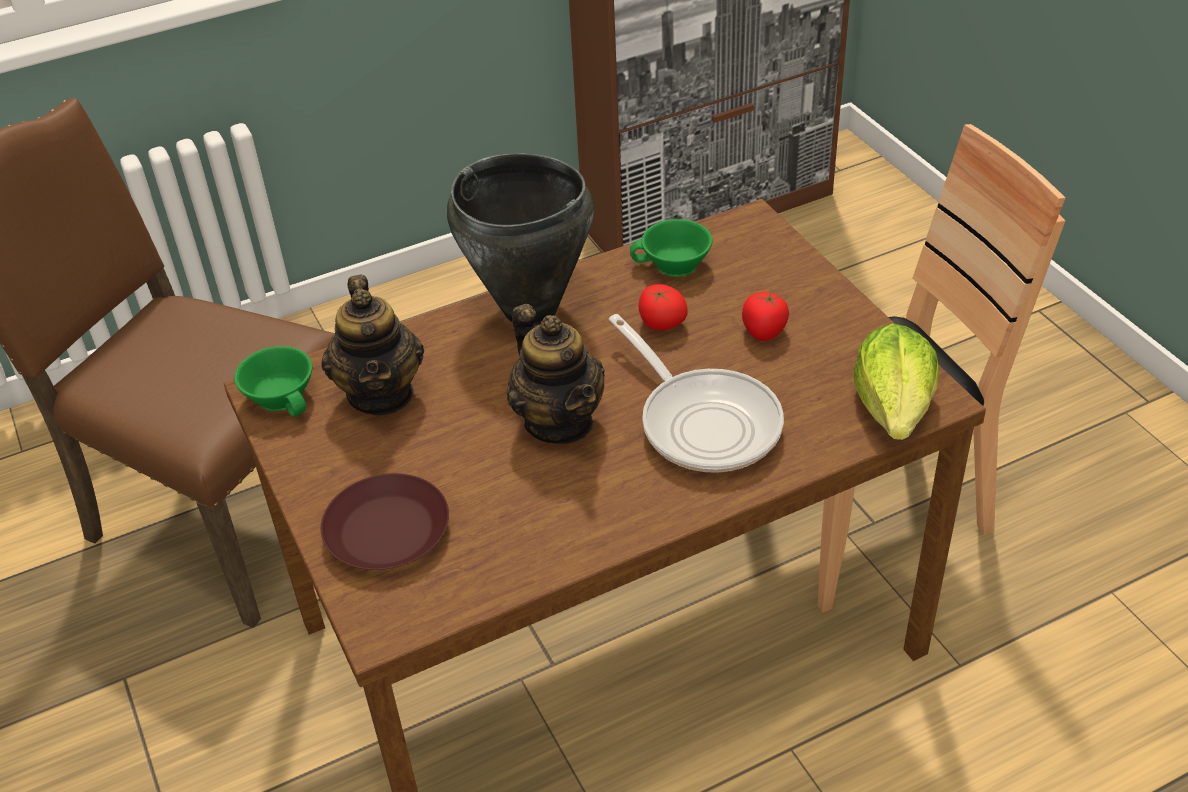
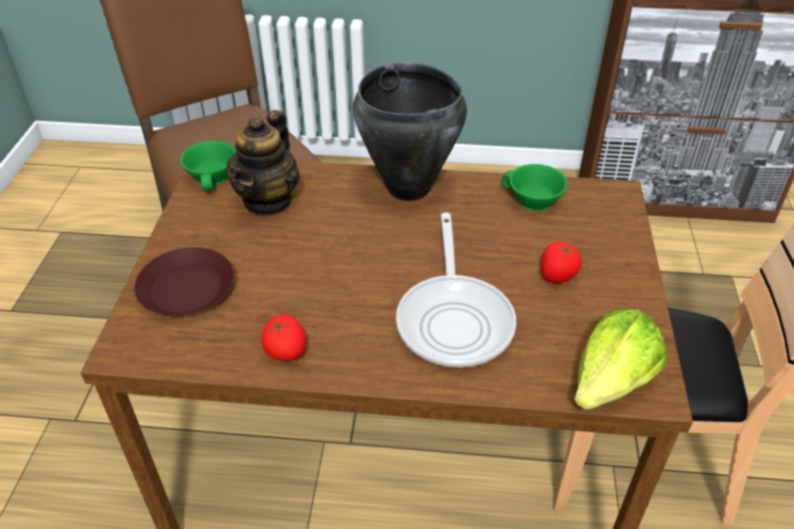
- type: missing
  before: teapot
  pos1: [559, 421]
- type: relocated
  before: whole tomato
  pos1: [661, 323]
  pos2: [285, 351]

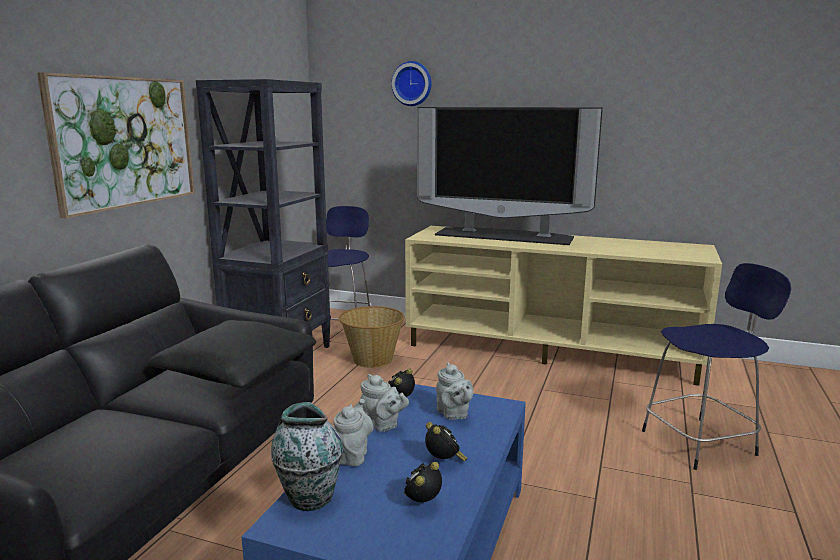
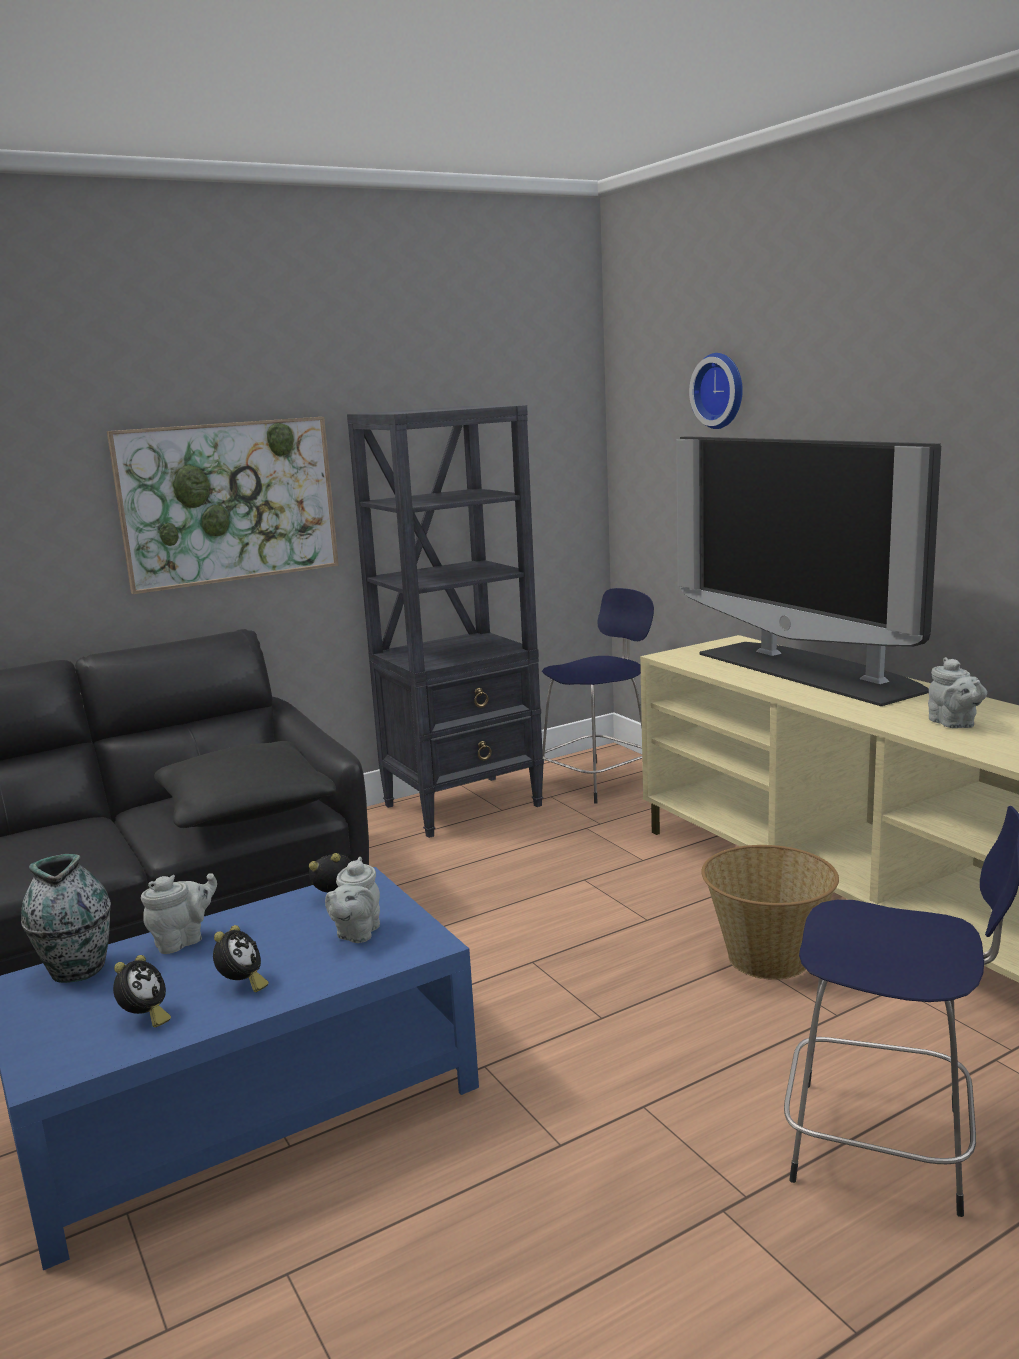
- type: relocated
  before: storage basket
  pos1: [372, 359]
  pos2: [768, 957]
- type: relocated
  before: teapot in grey
  pos1: [382, 425]
  pos2: [954, 724]
- type: spun
  before: bedside clock
  pos1: [422, 503]
  pos2: [145, 1018]
  turn: 120

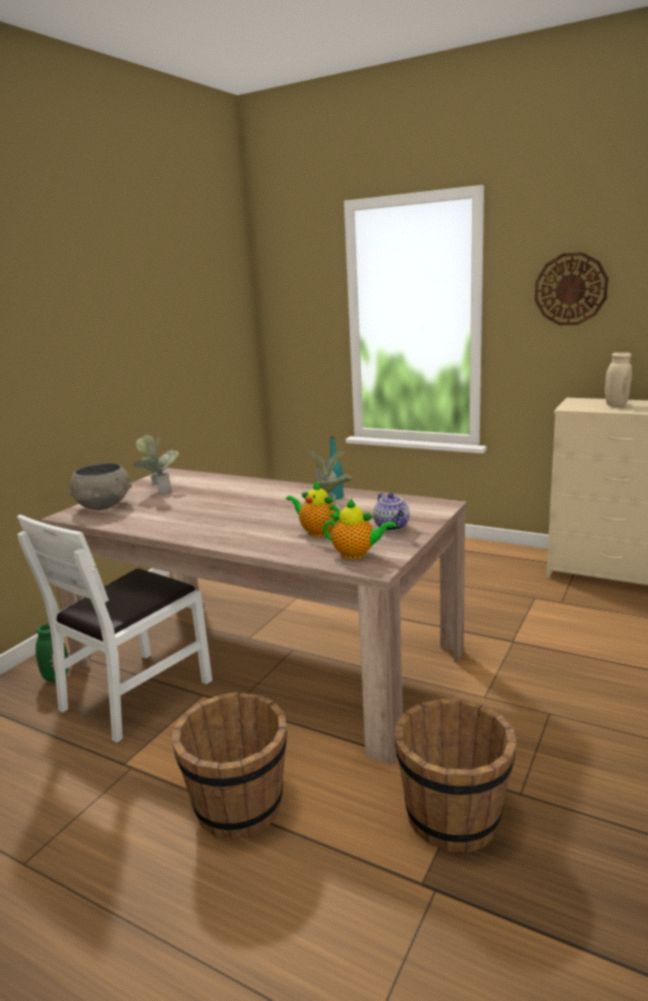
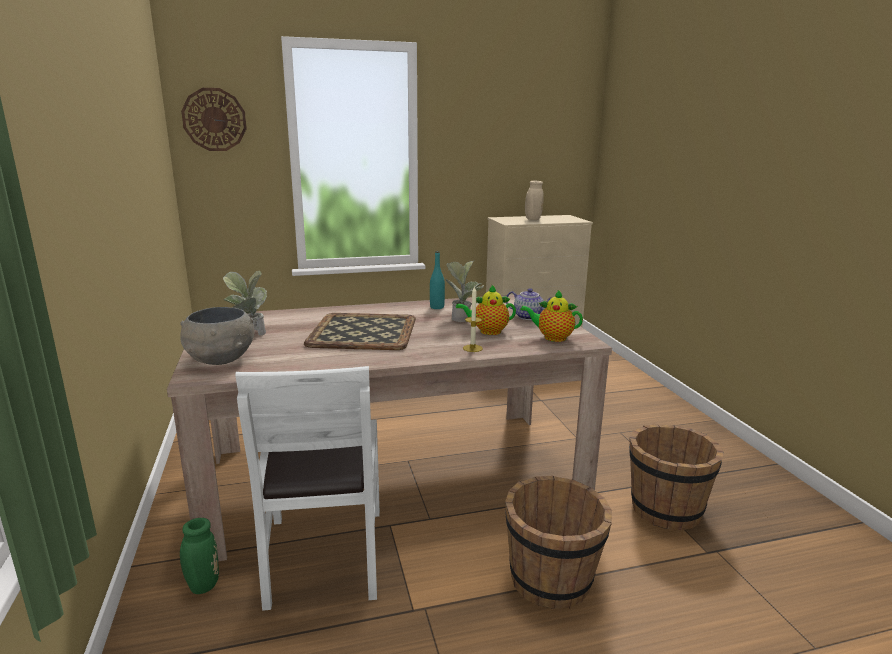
- type: spun
  before: teapot
  pos1: [356, 554]
  pos2: [552, 337]
  turn: -135
- type: relocated
  before: clock on the wall
  pos1: [570, 289]
  pos2: [214, 119]
- type: appeared
  after: carrying tray
  pos2: [362, 331]
- type: appeared
  after: candle
  pos2: [472, 348]

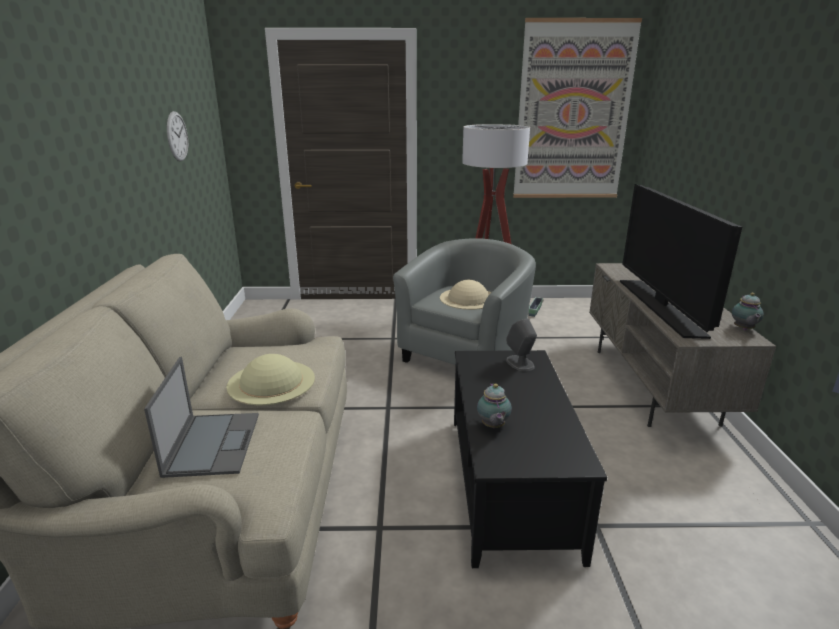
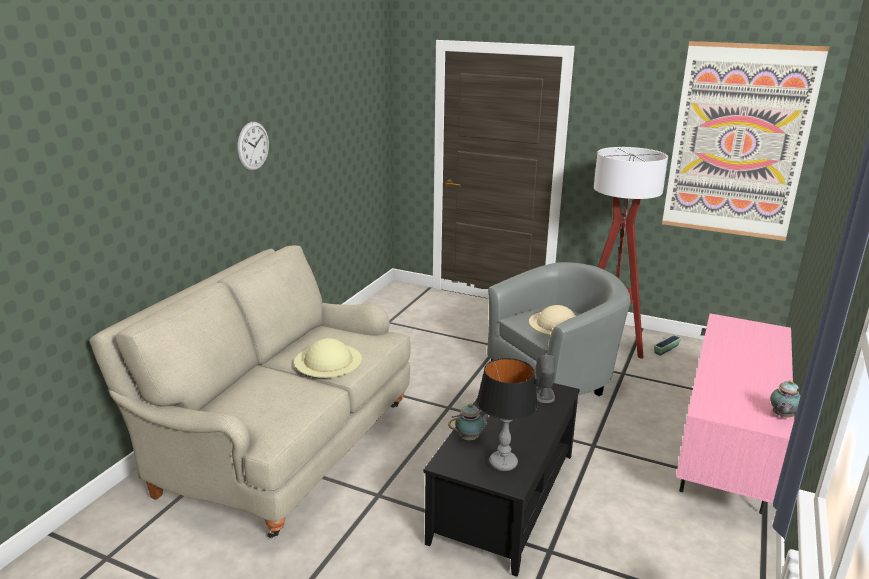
- type: missing
  before: notebook computer
  pos1: [213, 443]
- type: relocated
  before: clock on the wall
  pos1: [177, 136]
  pos2: [253, 146]
- type: spun
  before: teapot
  pos1: [493, 426]
  pos2: [470, 438]
  turn: -135
- type: colour
  before: media console in grey
  after: media console in pink-coloured
  pos1: [654, 385]
  pos2: [726, 456]
- type: missing
  before: TV
  pos1: [661, 307]
- type: appeared
  after: table lamp
  pos2: [503, 463]

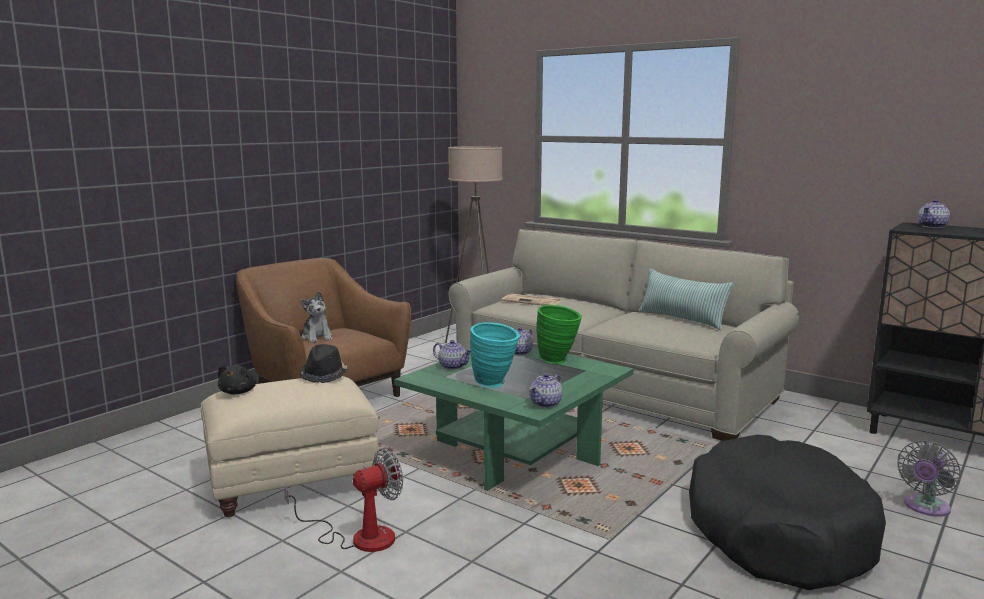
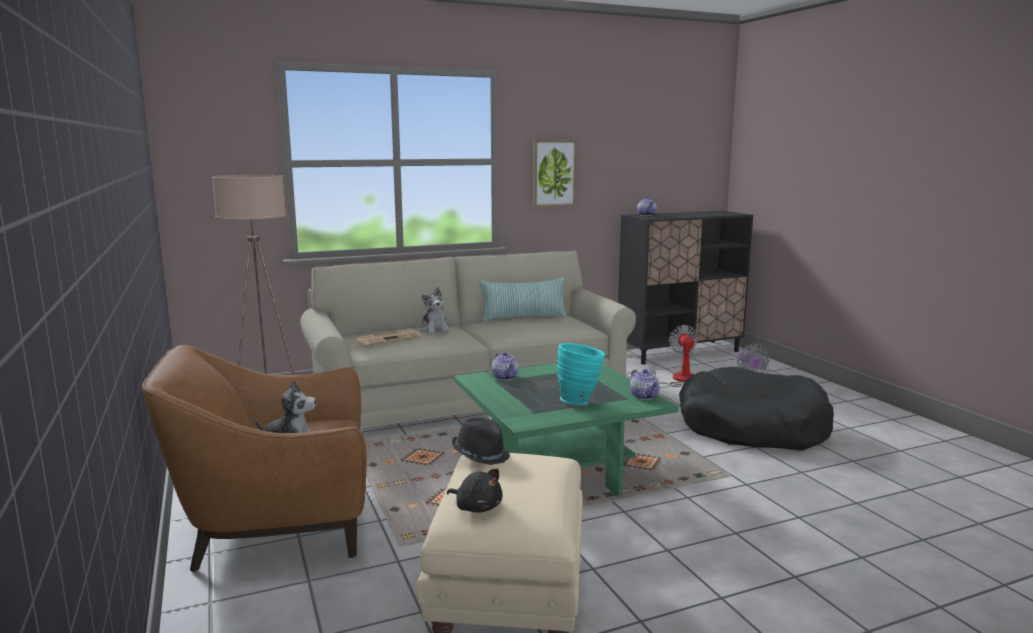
- type: relocated
  before: cooling fan
  pos1: [359, 537]
  pos2: [678, 380]
- type: missing
  before: teapot
  pos1: [452, 366]
- type: missing
  before: flower vase in green
  pos1: [558, 361]
- type: appeared
  after: soft toy
  pos2: [435, 330]
- type: appeared
  after: wall art
  pos2: [554, 173]

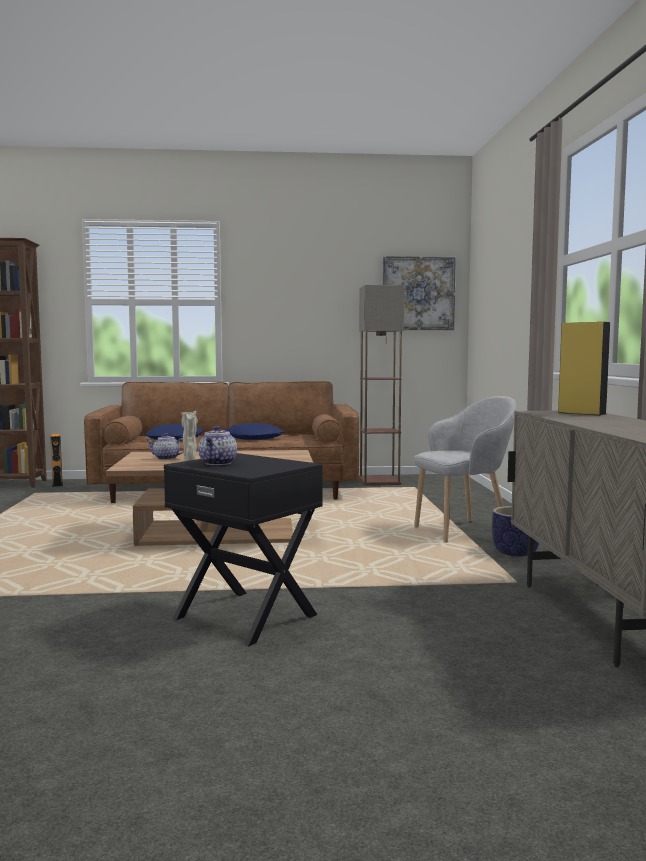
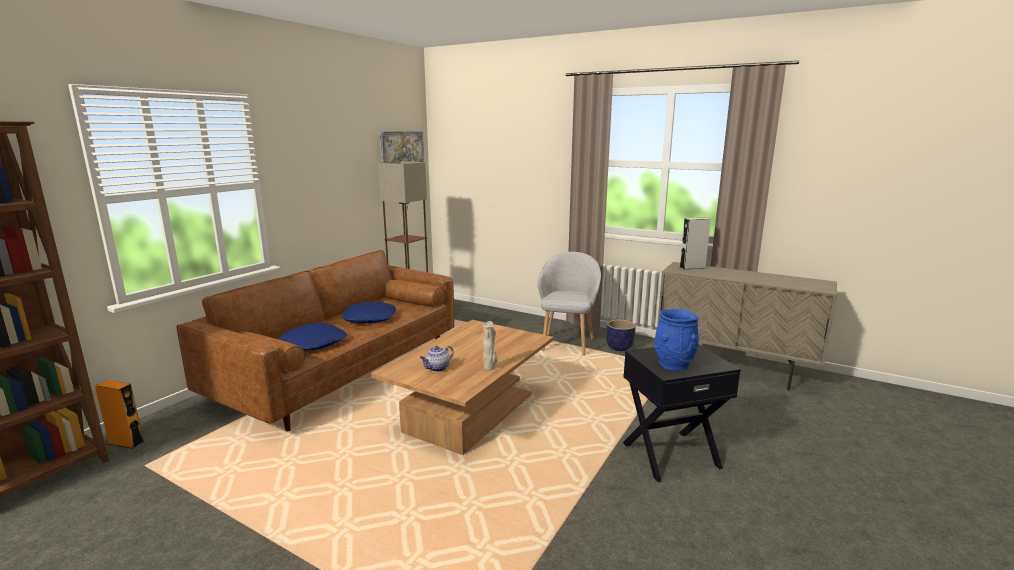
- type: exchanged
  before: teapot
  after: flower vase in bluish
  pos1: [218, 463]
  pos2: [674, 365]
- type: colour
  before: speaker in yellow-coloured
  after: speaker in grey
  pos1: [581, 413]
  pos2: [692, 267]

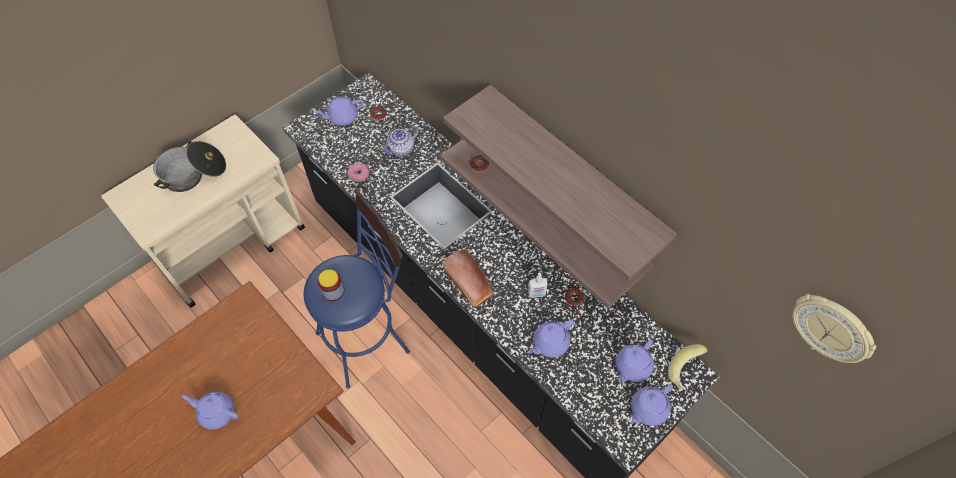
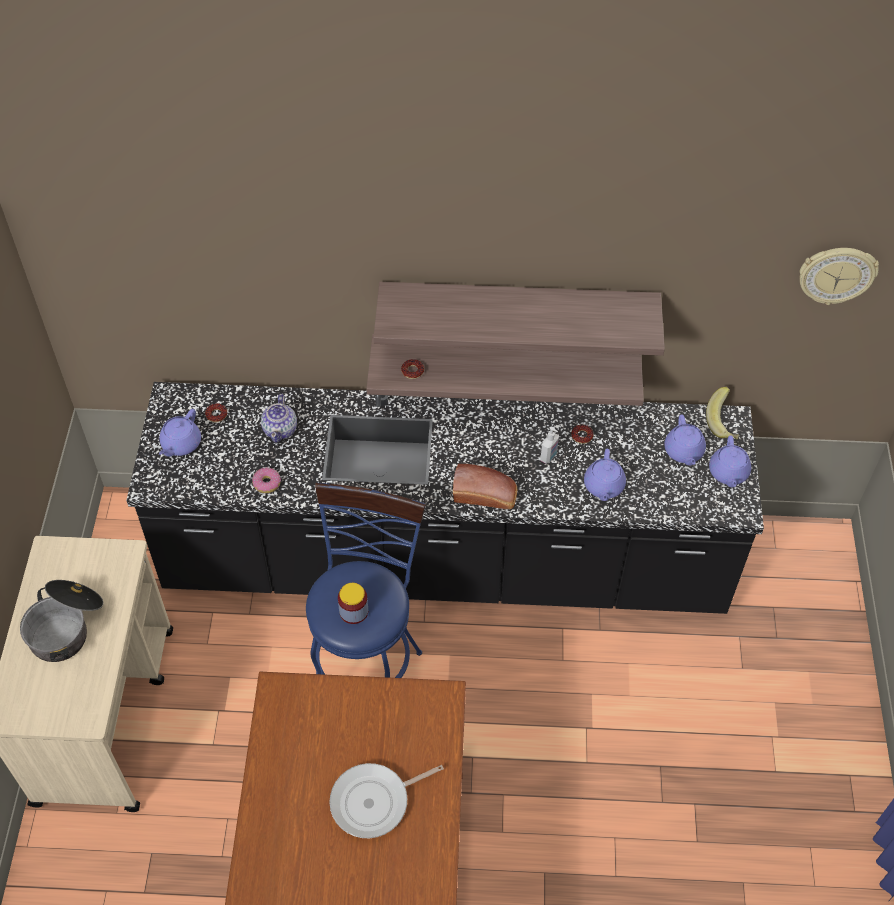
- type: exchanged
  before: teapot in purple
  after: pan
  pos1: [216, 412]
  pos2: [374, 802]

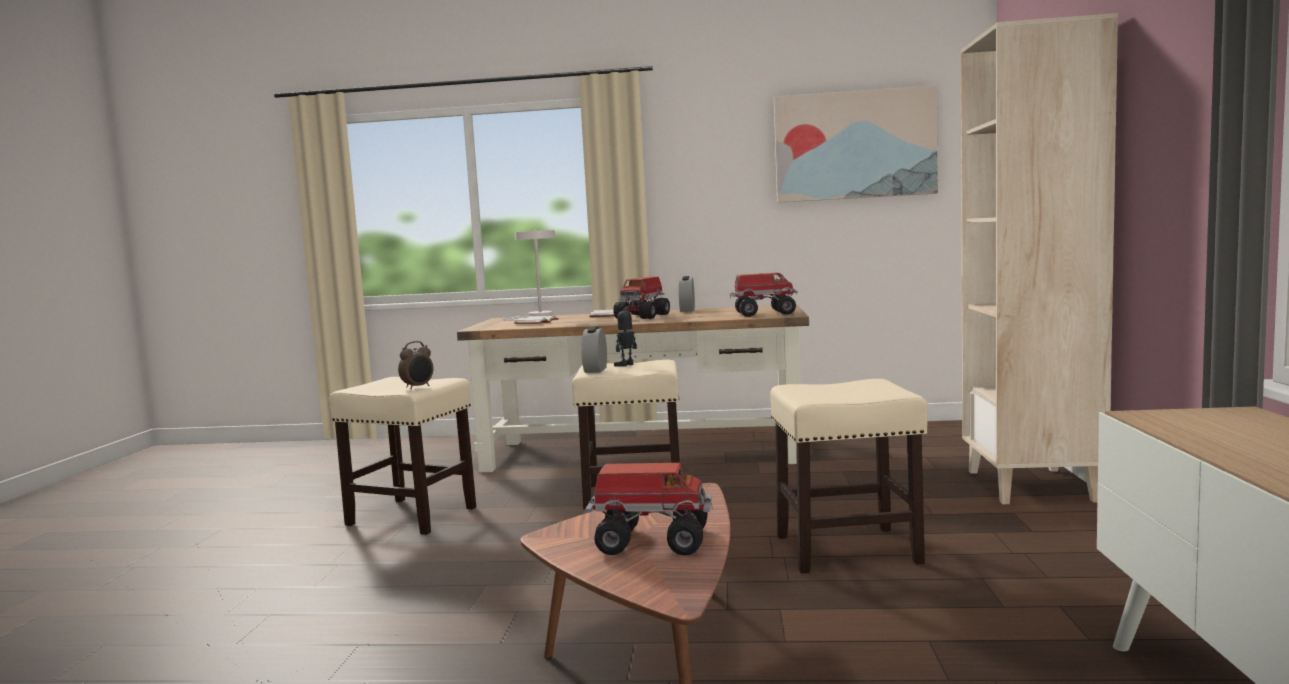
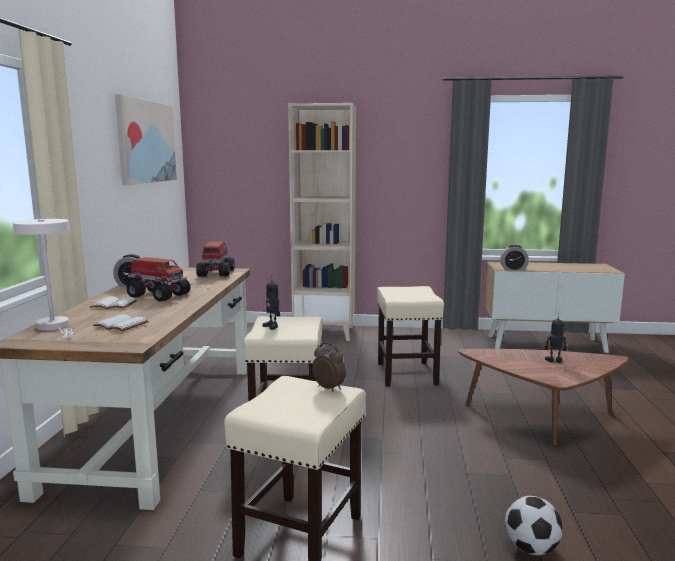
- type: relocated
  before: bedside clock
  pos1: [595, 370]
  pos2: [513, 269]
- type: exchanged
  before: toy truck
  after: robot figure
  pos1: [650, 541]
  pos2: [554, 361]
- type: appeared
  after: football
  pos2: [531, 548]

